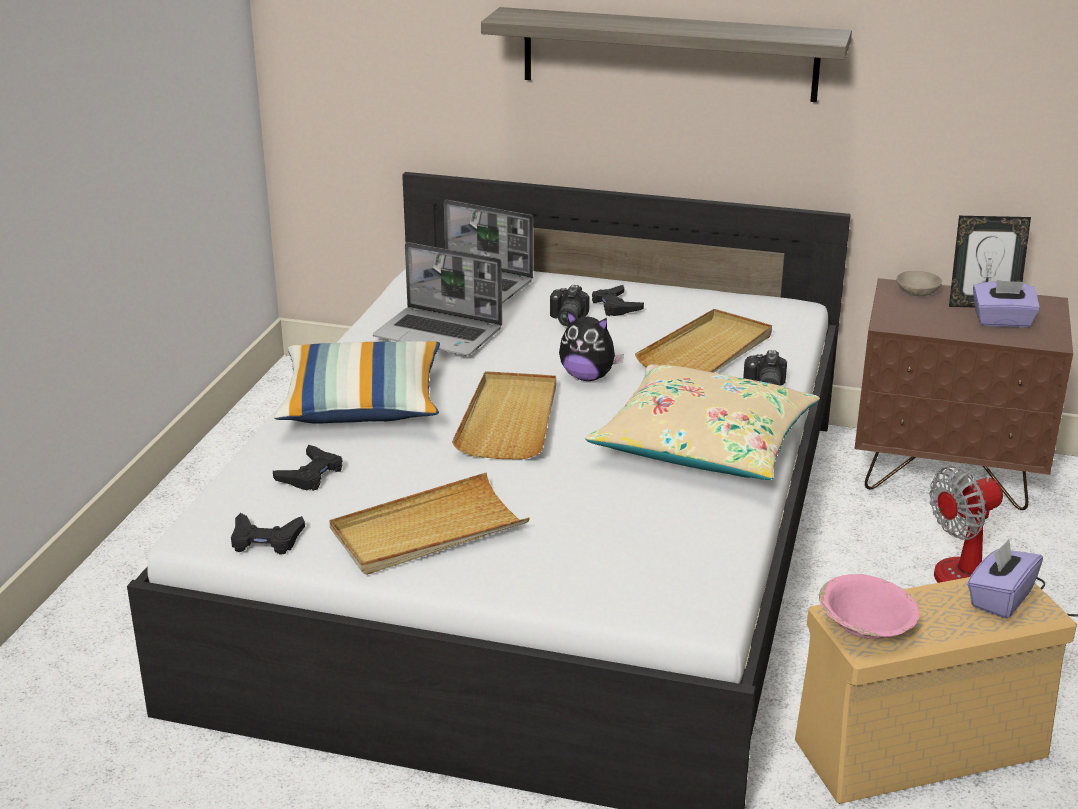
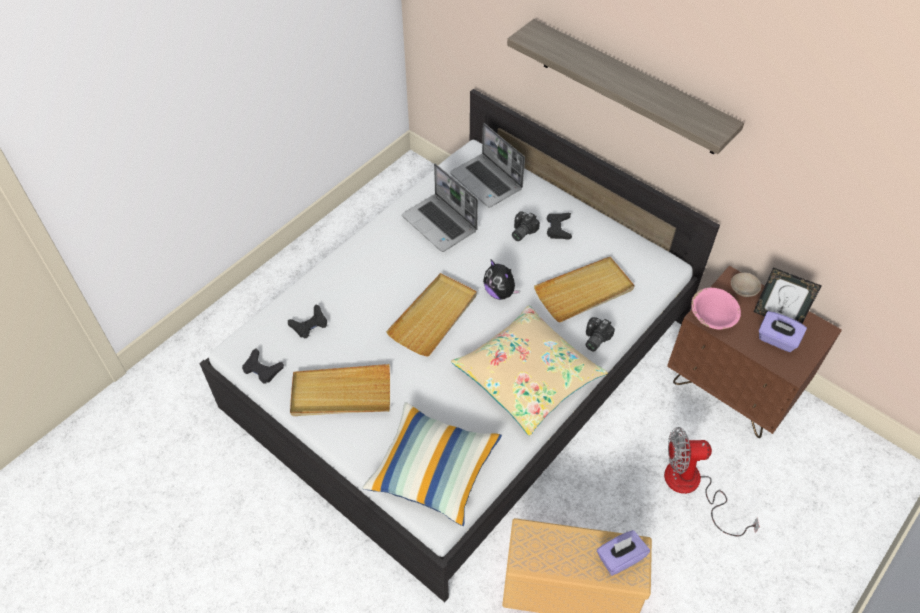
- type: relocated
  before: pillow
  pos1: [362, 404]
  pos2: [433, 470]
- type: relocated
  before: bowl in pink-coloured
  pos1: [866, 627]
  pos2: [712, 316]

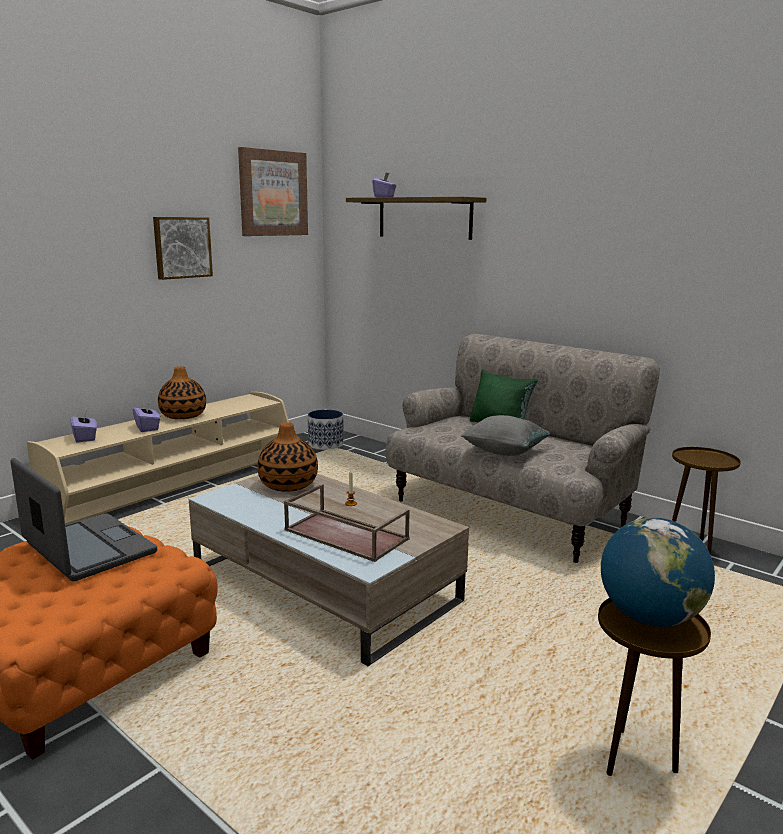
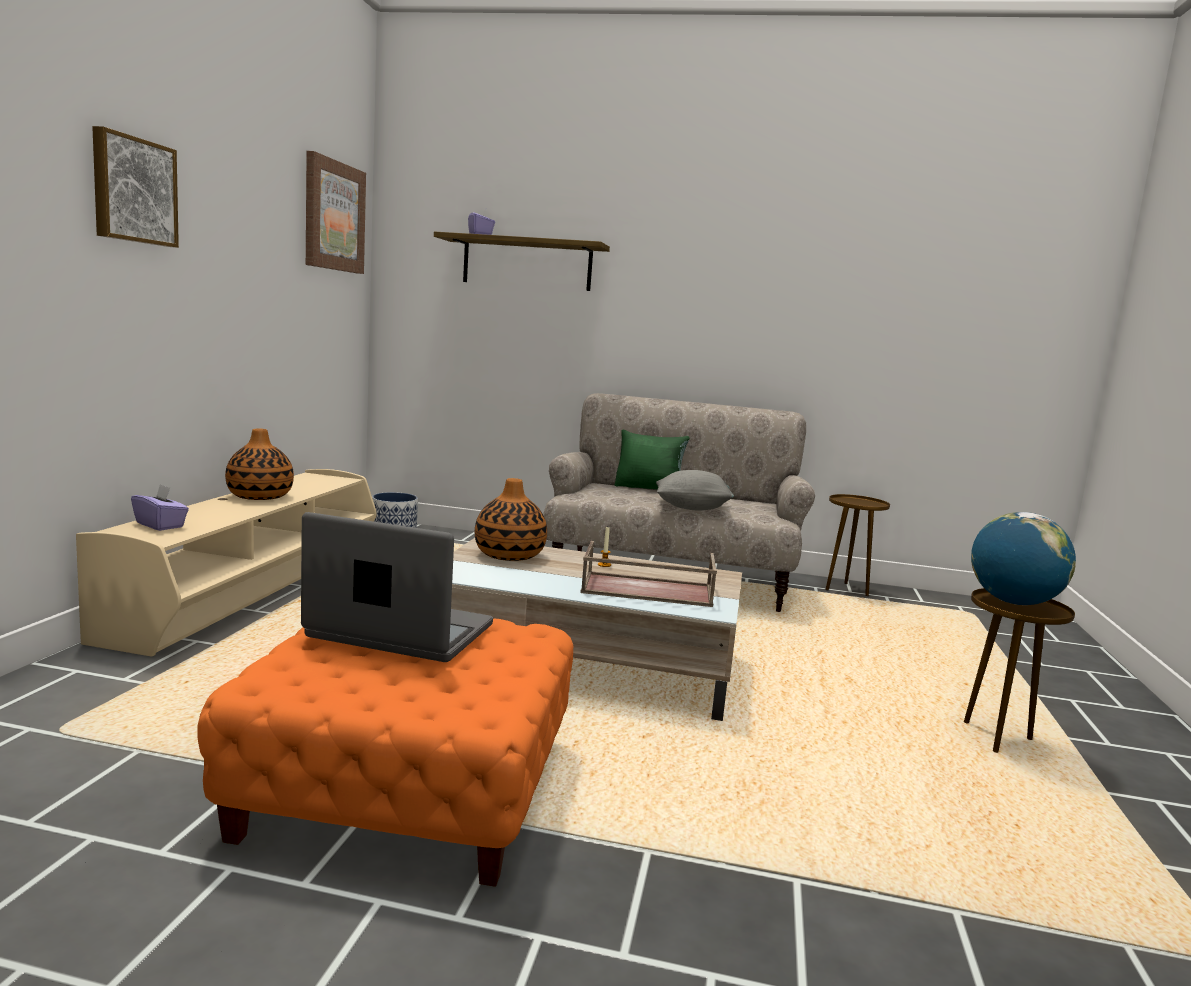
- type: missing
  before: tissue box in purple
  pos1: [147, 428]
- type: relocated
  before: wall art
  pos1: [182, 247]
  pos2: [133, 190]

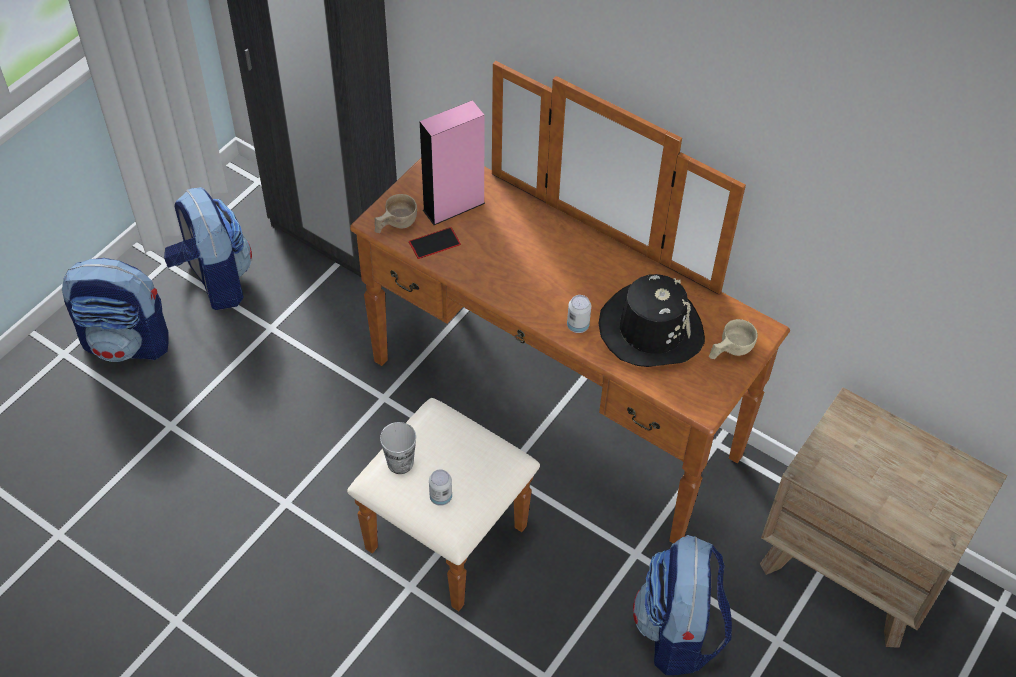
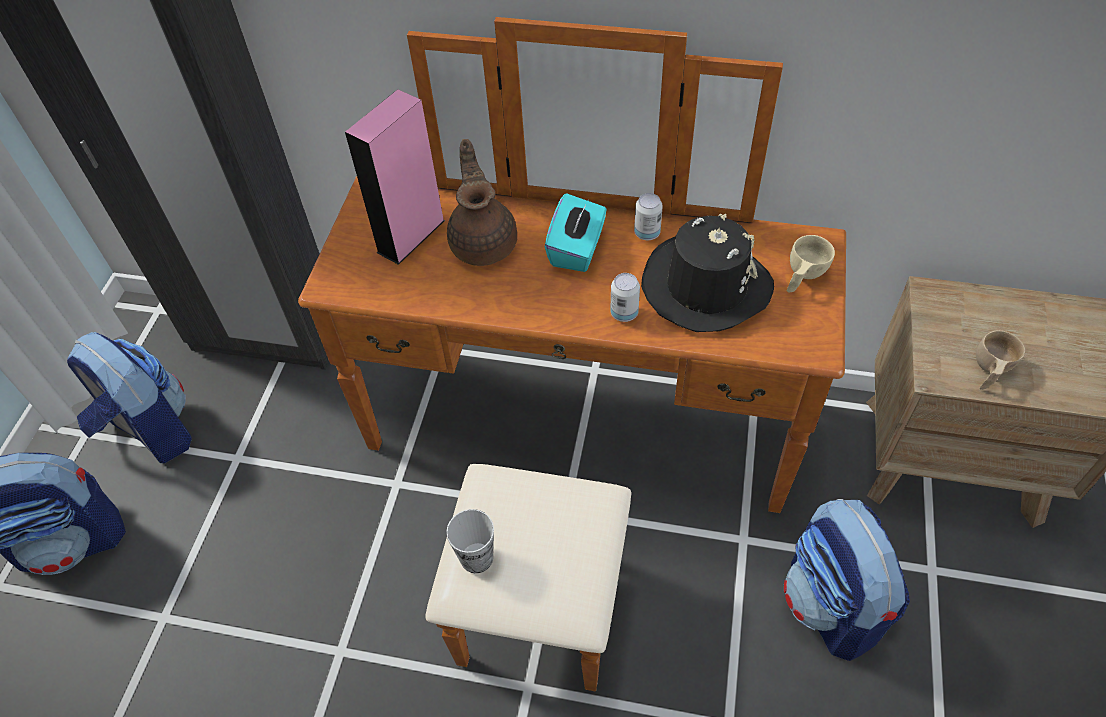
- type: relocated
  before: cup in beige-coloured
  pos1: [395, 225]
  pos2: [988, 371]
- type: missing
  before: handset
  pos1: [434, 243]
- type: relocated
  before: can
  pos1: [441, 497]
  pos2: [647, 233]
- type: appeared
  after: teapot in brown
  pos2: [484, 242]
- type: appeared
  after: tissue box in blue-green
  pos2: [577, 249]

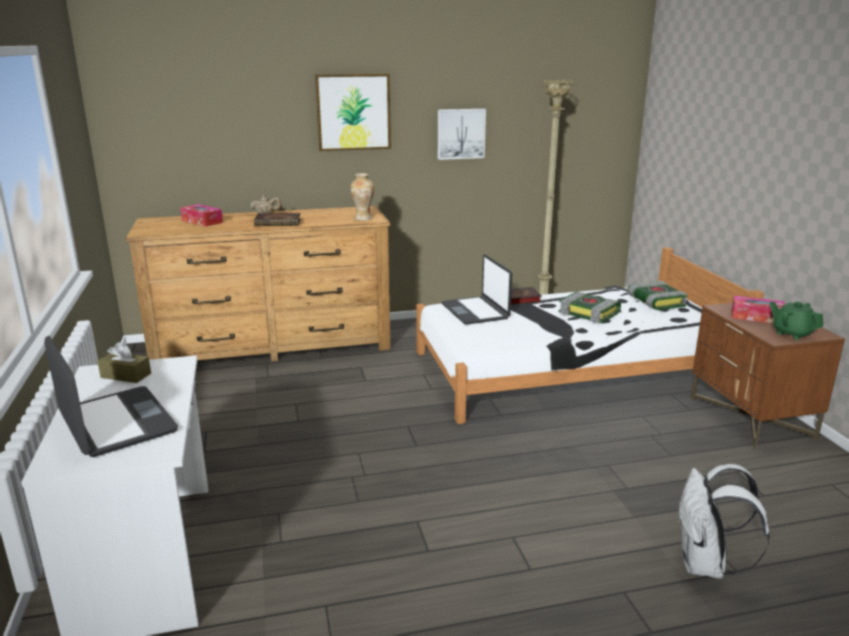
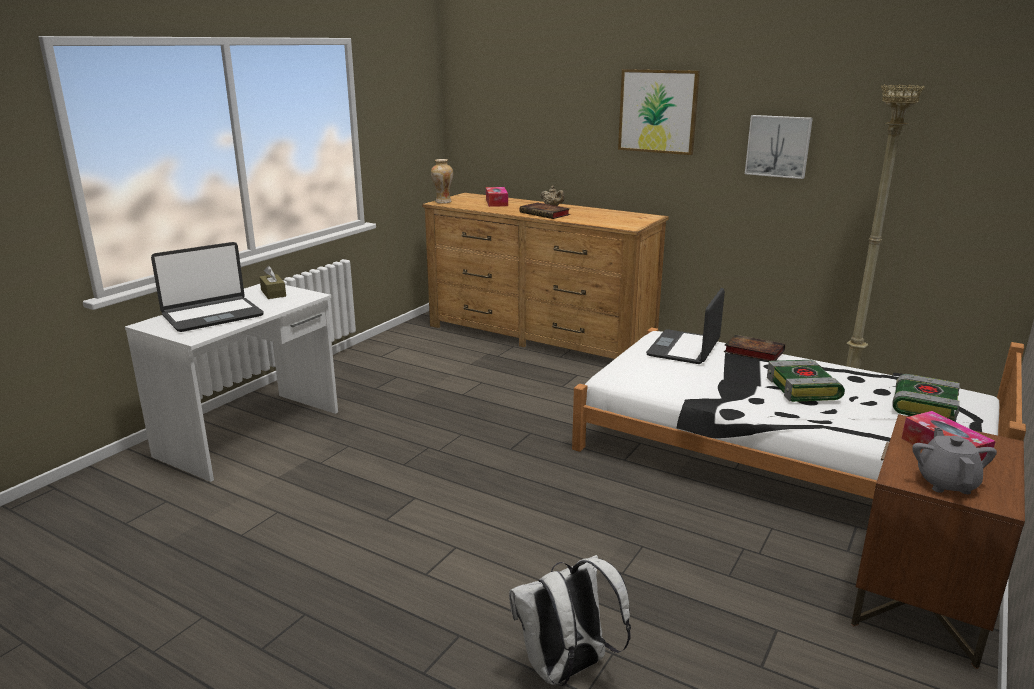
- type: spun
  before: notebook computer
  pos1: [116, 423]
  pos2: [212, 315]
  turn: 45
- type: relocated
  before: flower vase
  pos1: [363, 218]
  pos2: [442, 202]
- type: colour
  before: teapot in green
  after: teapot in grey
  pos1: [791, 333]
  pos2: [946, 483]

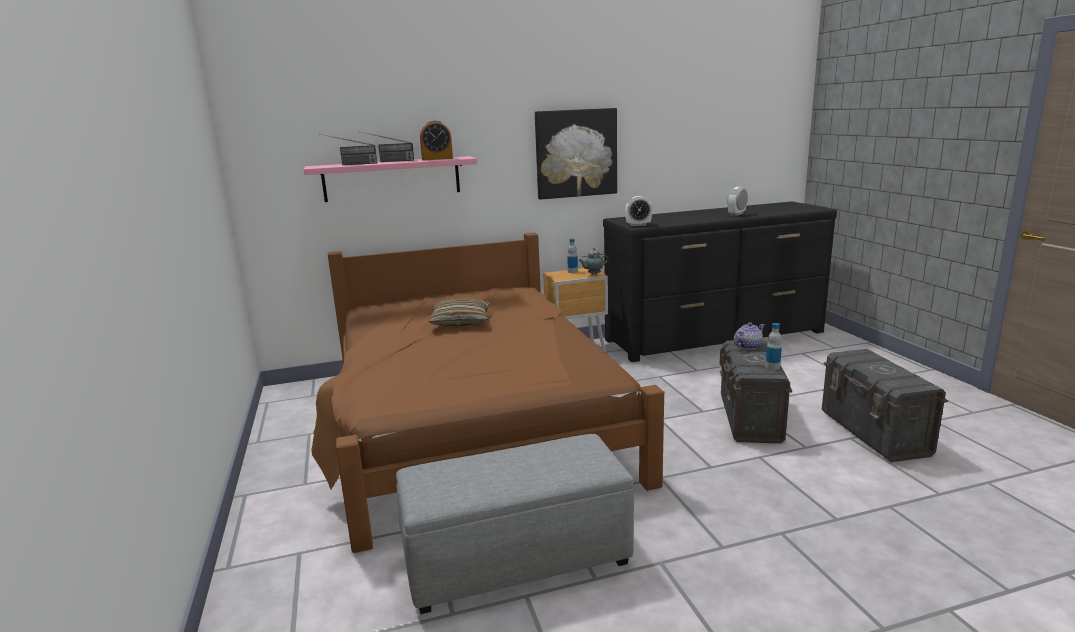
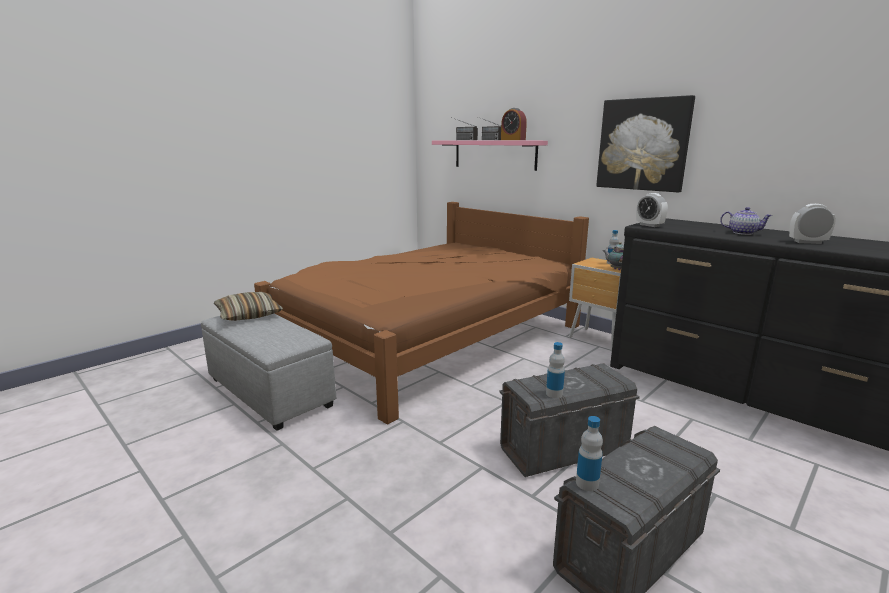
- type: relocated
  before: pillow
  pos1: [461, 322]
  pos2: [248, 315]
- type: relocated
  before: teapot
  pos1: [748, 346]
  pos2: [742, 233]
- type: appeared
  after: beverage bottle
  pos2: [587, 483]

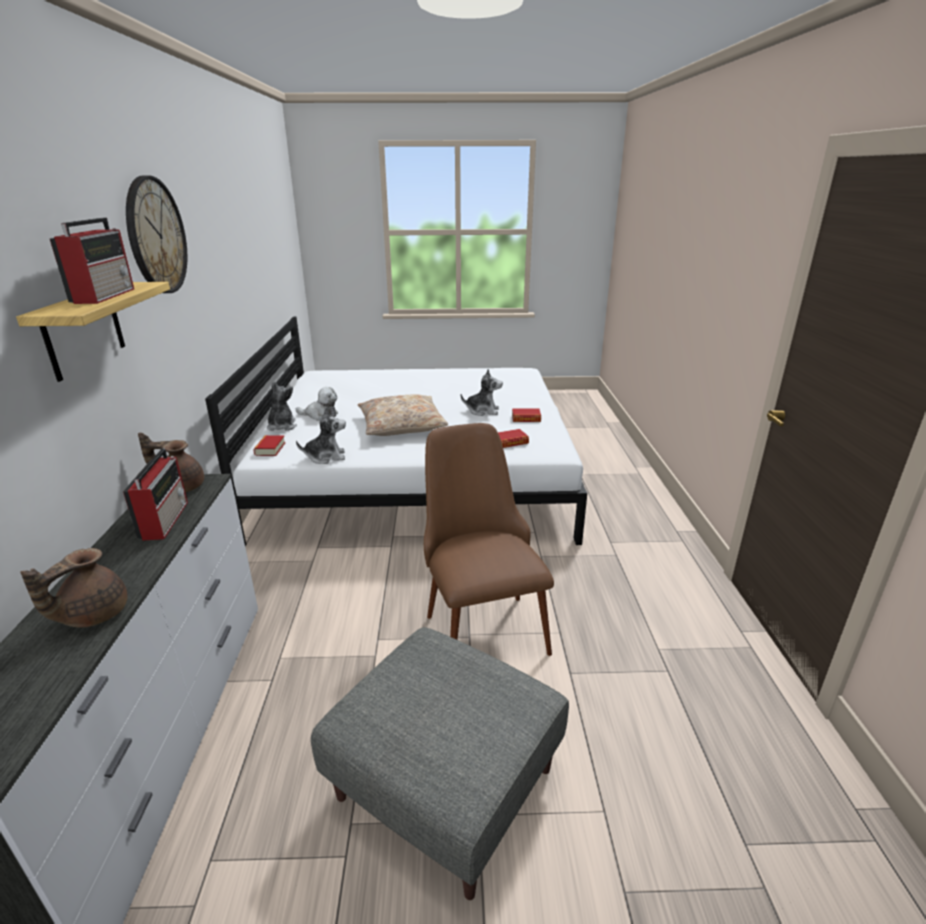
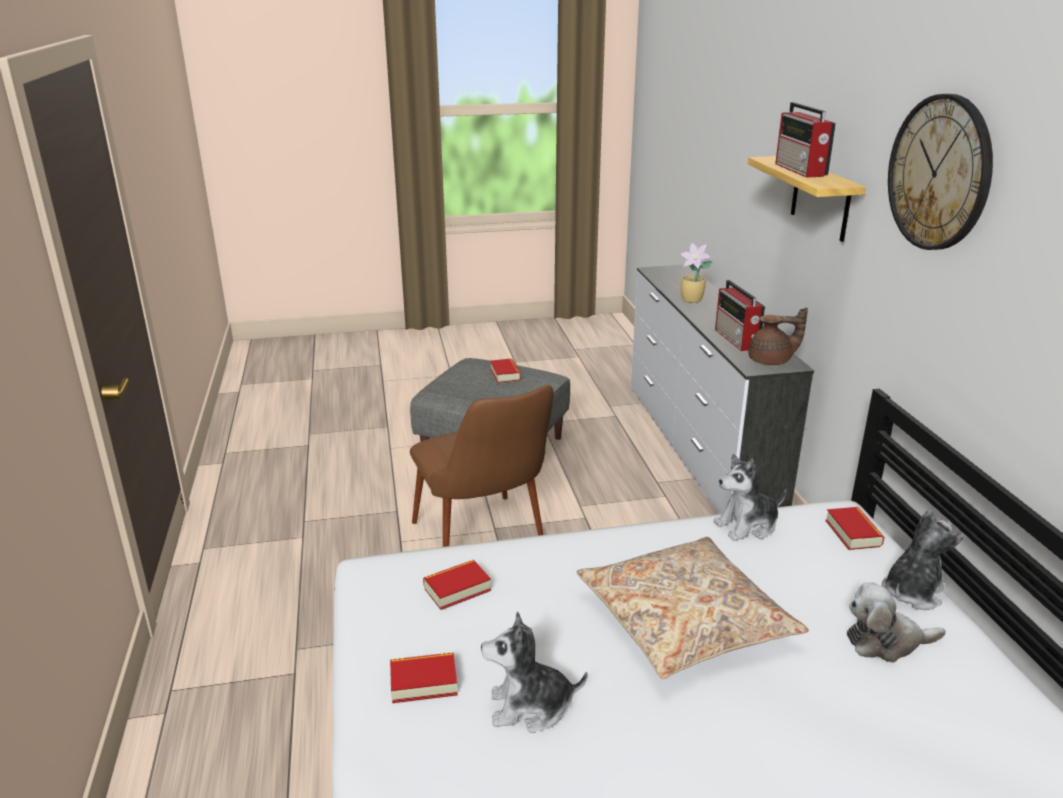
- type: exchanged
  before: teapot in brown
  after: potted plant
  pos1: [92, 615]
  pos2: [692, 300]
- type: spun
  before: soft toy
  pos1: [282, 426]
  pos2: [911, 592]
  turn: -120
- type: appeared
  after: book
  pos2: [505, 374]

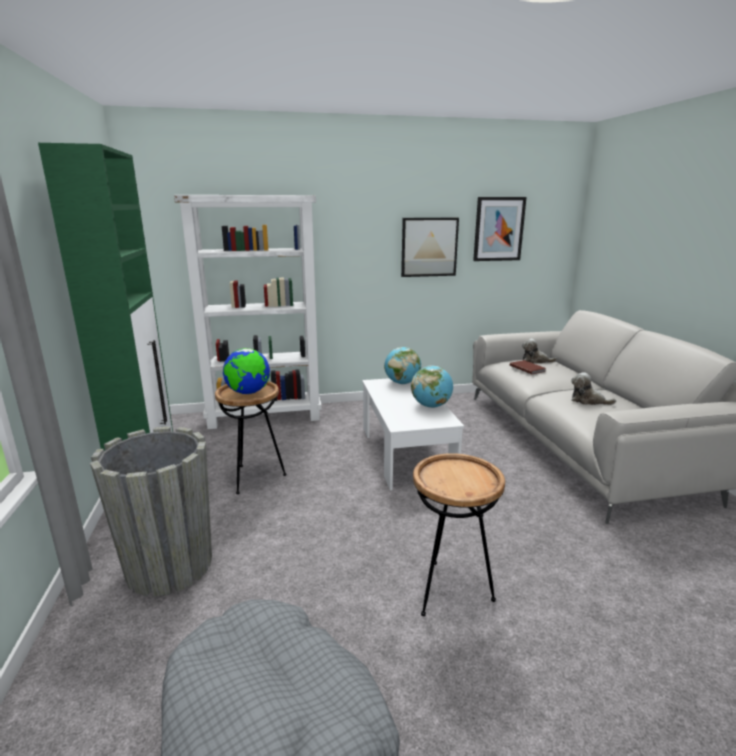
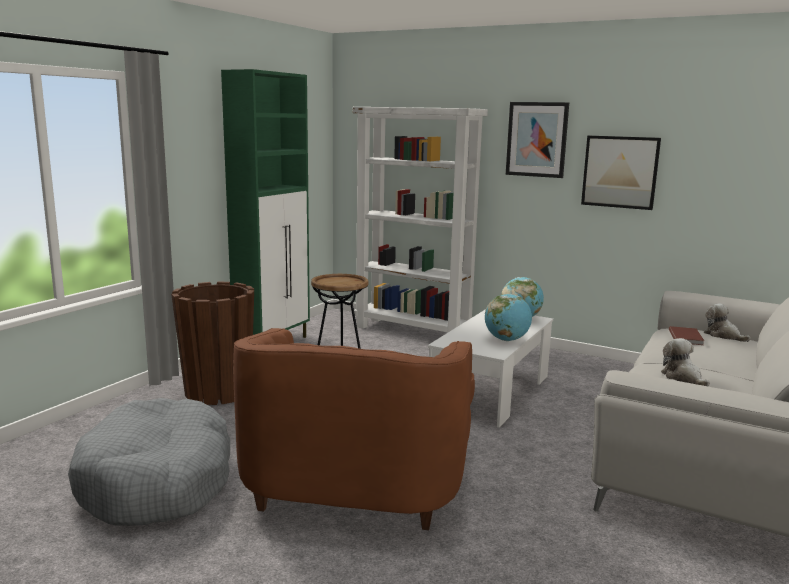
- type: colour
  before: planter in grey
  after: planter in brown
  pos1: [169, 566]
  pos2: [218, 391]
- type: missing
  before: world globe
  pos1: [248, 393]
- type: exchanged
  before: side table in brown
  after: easy chair in brown
  pos1: [450, 591]
  pos2: [359, 479]
- type: relocated
  before: wall art
  pos1: [498, 229]
  pos2: [537, 139]

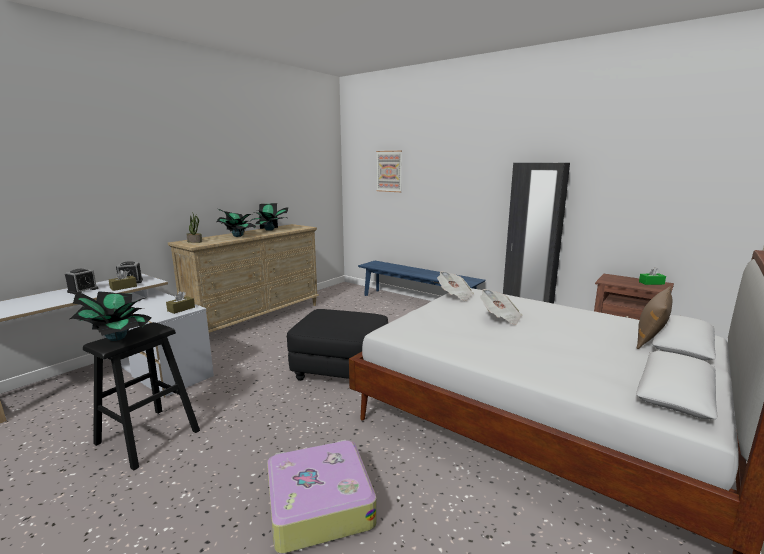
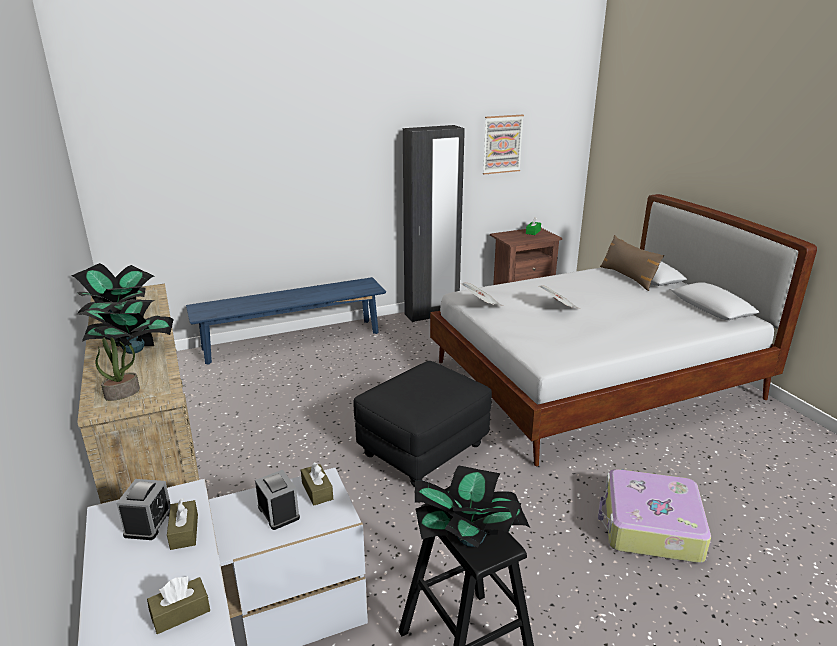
- type: relocated
  before: bedside clock
  pos1: [83, 290]
  pos2: [278, 512]
- type: relocated
  before: wall art
  pos1: [389, 171]
  pos2: [502, 144]
- type: appeared
  after: tissue box in brown
  pos2: [180, 613]

